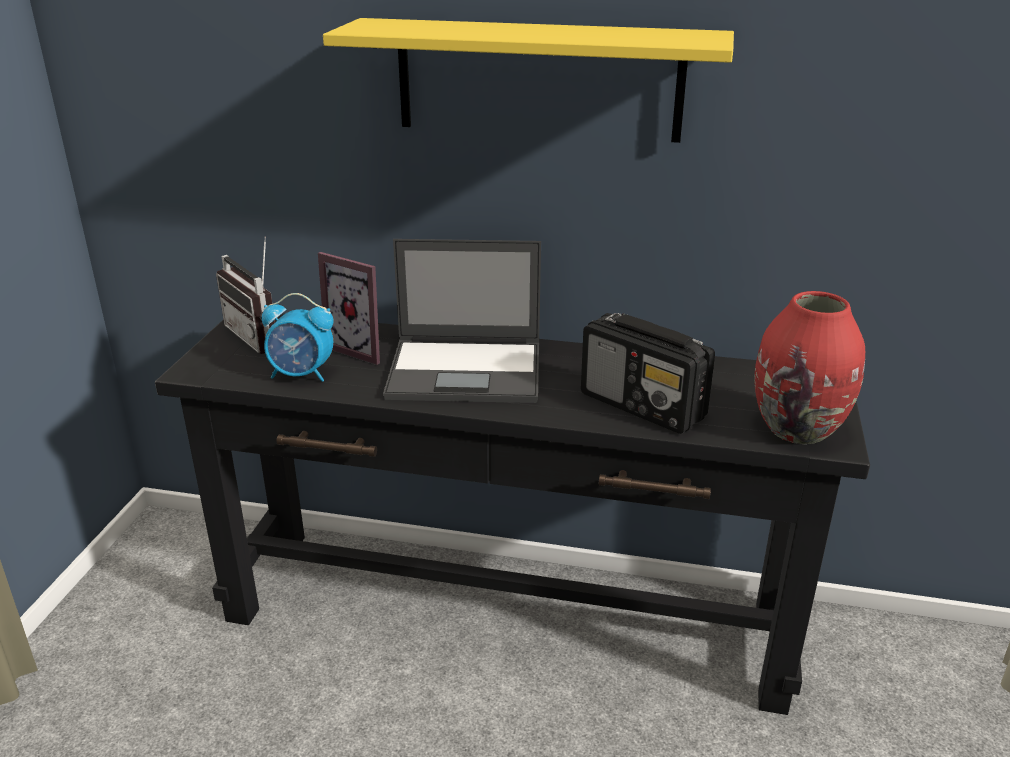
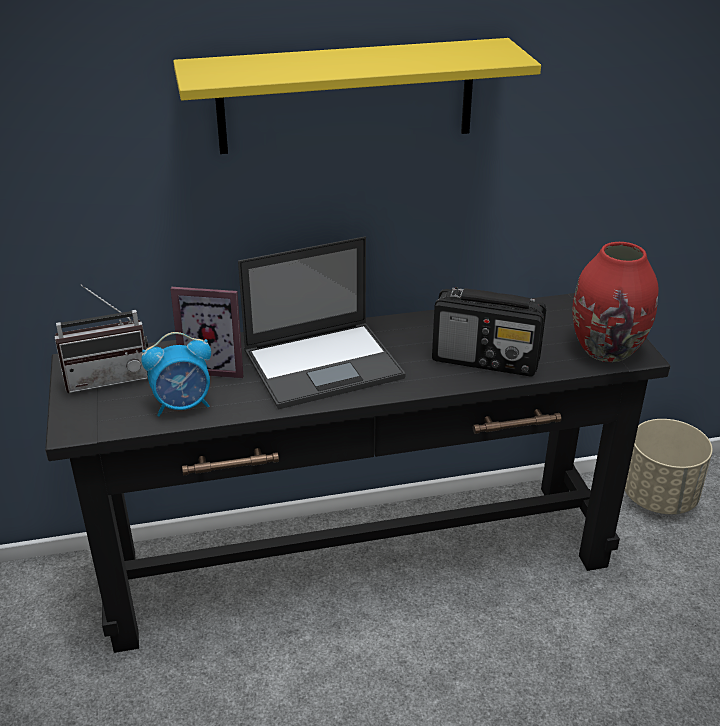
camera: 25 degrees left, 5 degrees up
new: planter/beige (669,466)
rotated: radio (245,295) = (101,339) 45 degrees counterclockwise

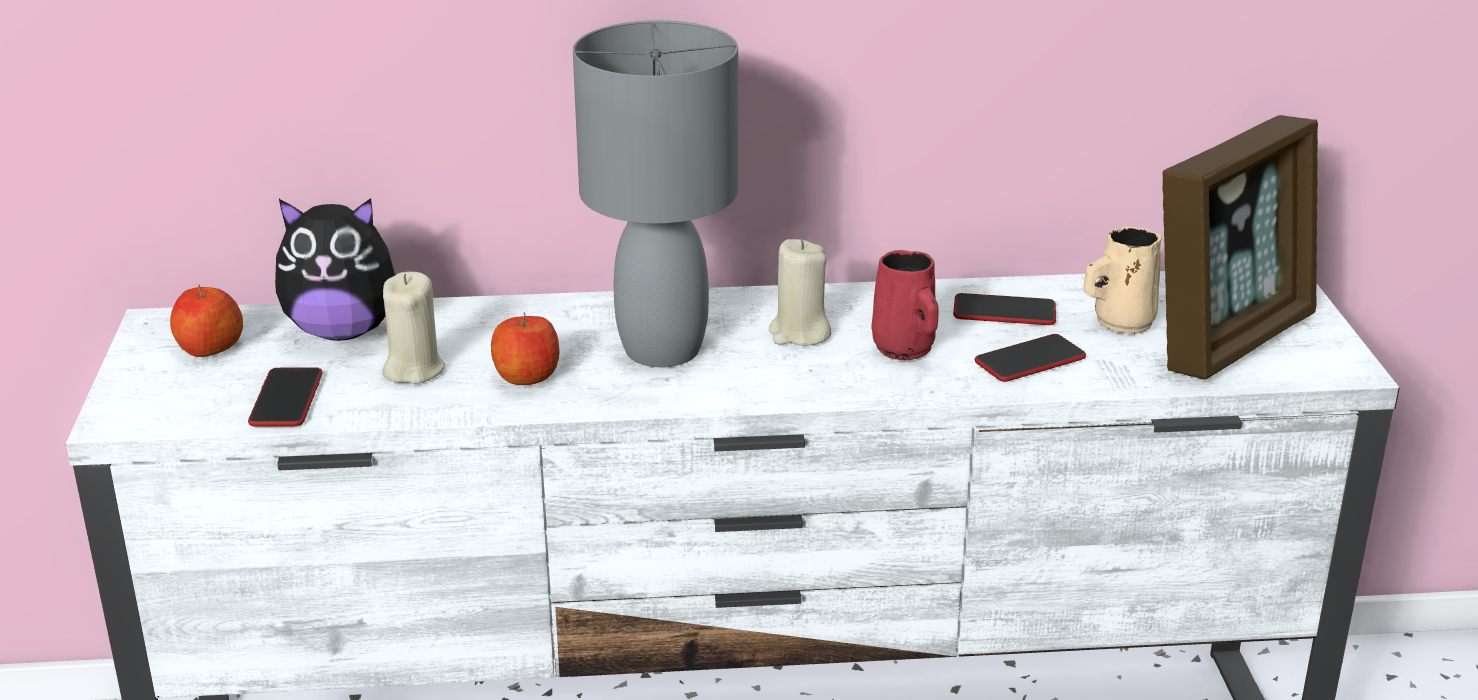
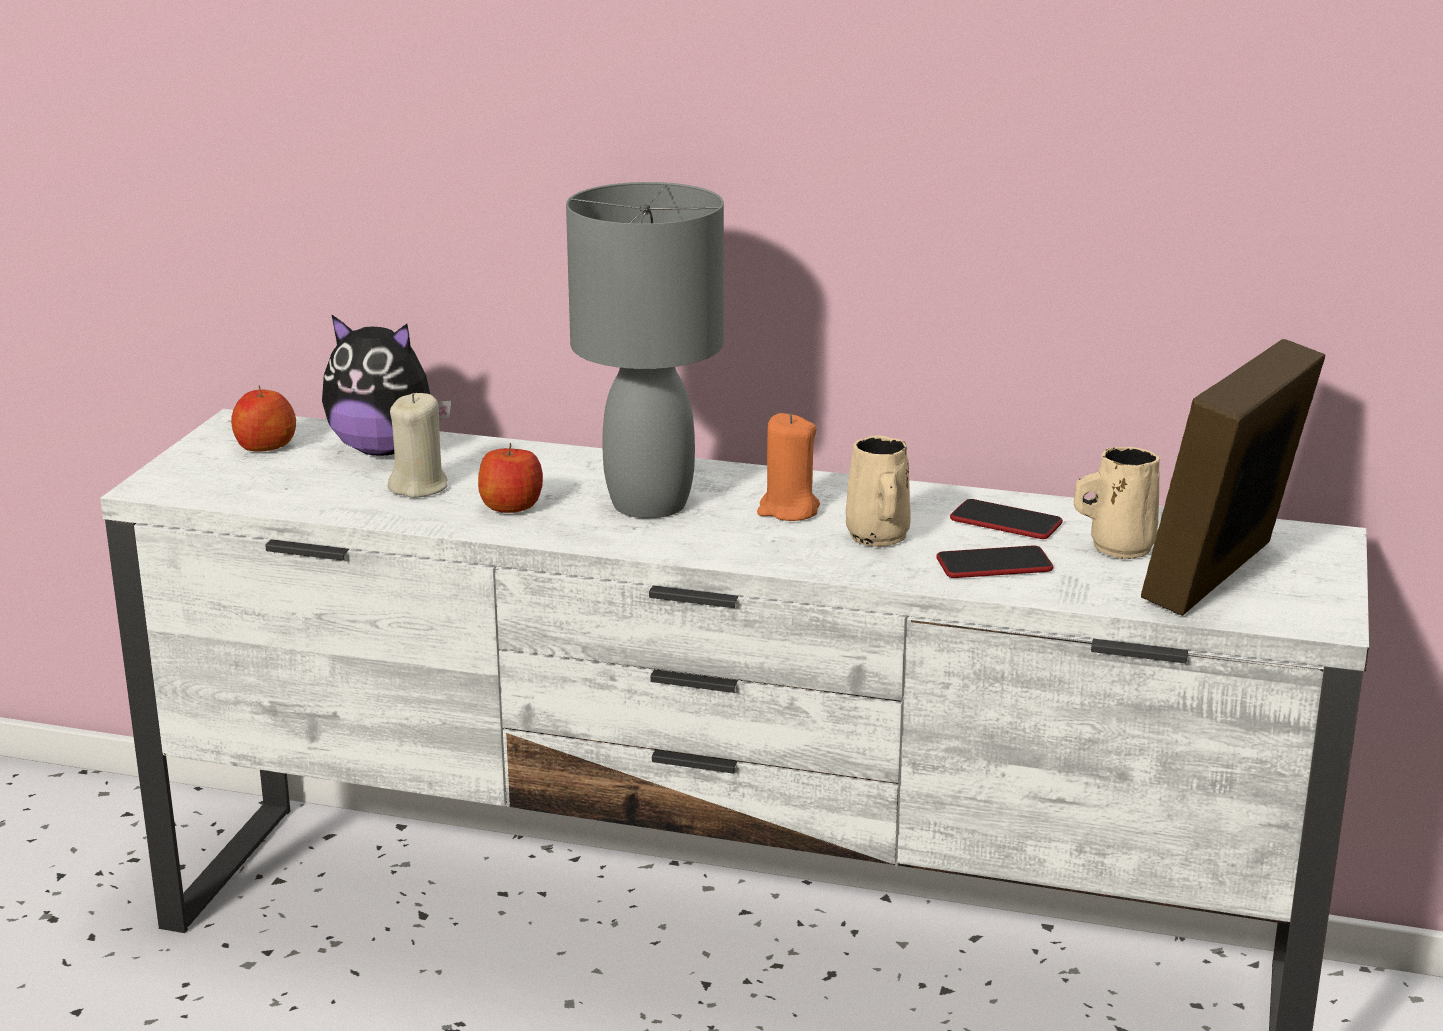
camera: 20 degrees right, 5 degrees down
gone: phone (285,397)
repainted: candle/beige (800,292) to candle/orange (788,467); mug/red (905,305) to mug/beige (878,491)
rotated: picture frame (1240,247) = (1233,477) 150 degrees clockwise

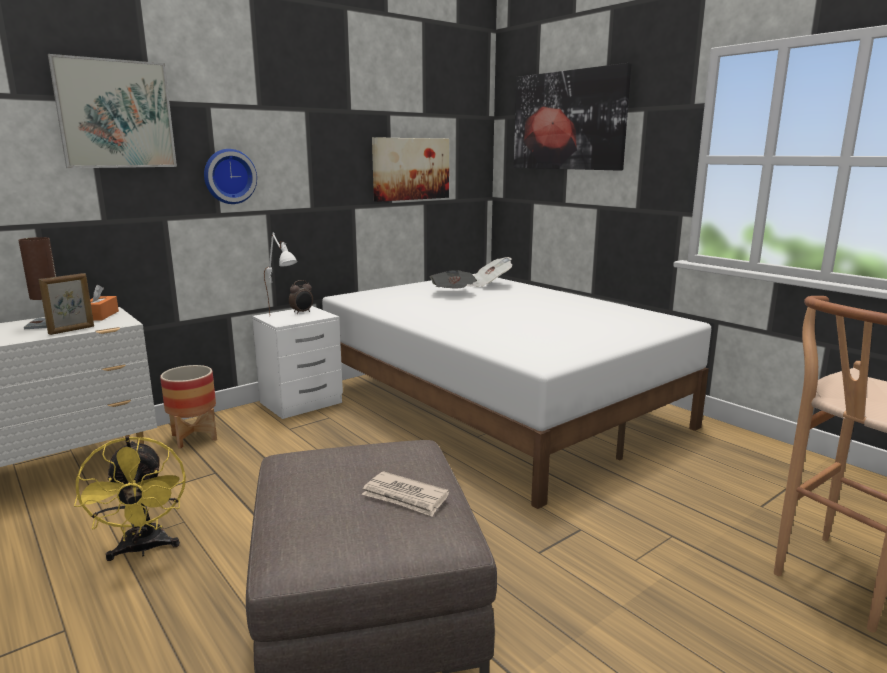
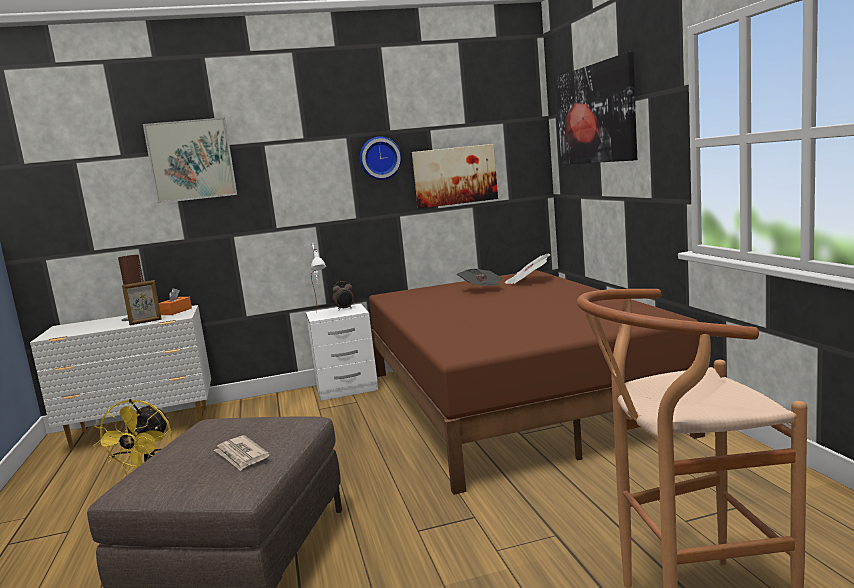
camera: 25 degrees right, 5 degrees down
gone: planter (188,407)
shifted: wall clock (230,176) to (381,158)
repainted: bed/white (516,391) to bed/brown (537,382)

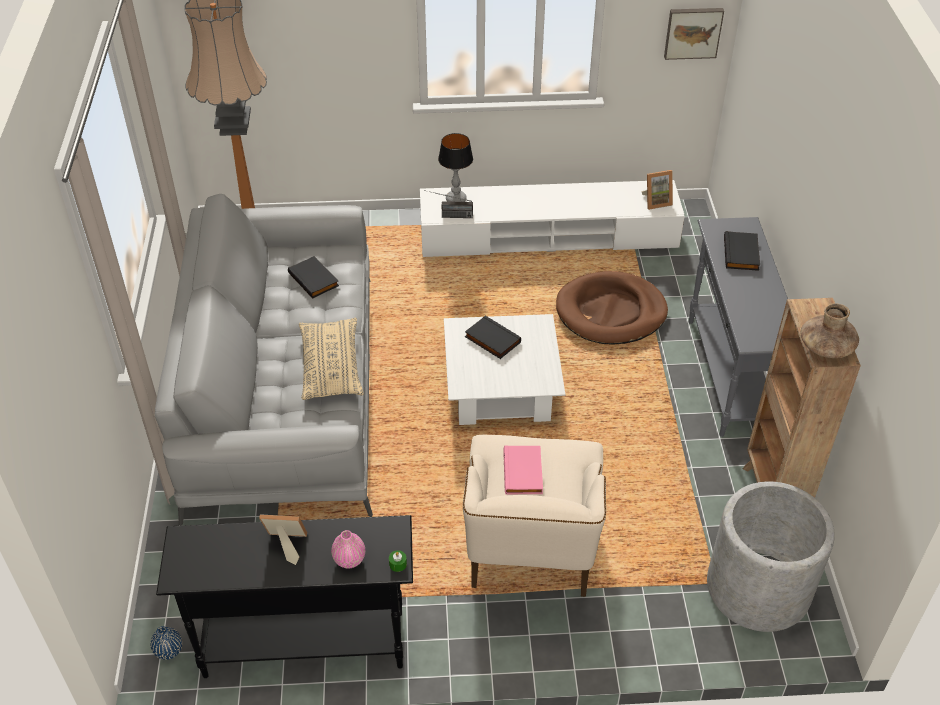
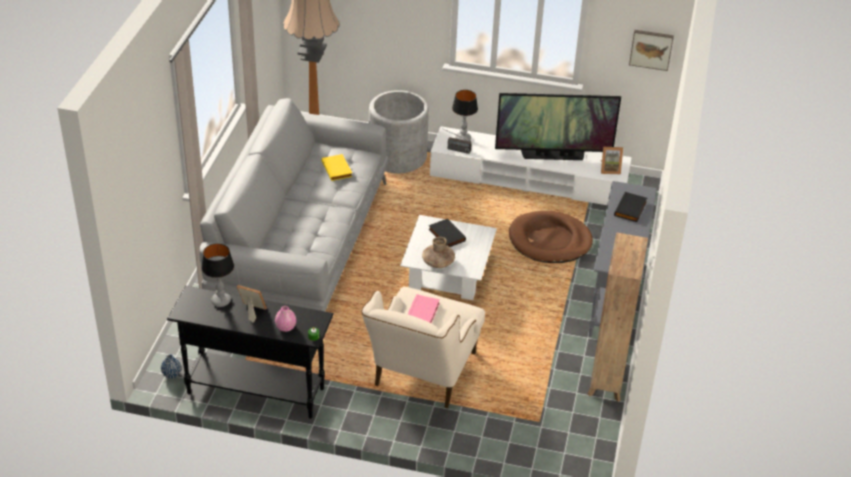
camera: 15 degrees right, 5 degrees down
gone: pillow/beige (331,358)
new: table lamp (217,275); television (558,126)
shifted: planter/grey (771,556) to (399,131); vase/brown (830,331) to (438,252)
repainted: book/black (313,277) to book/yellow (337,167)

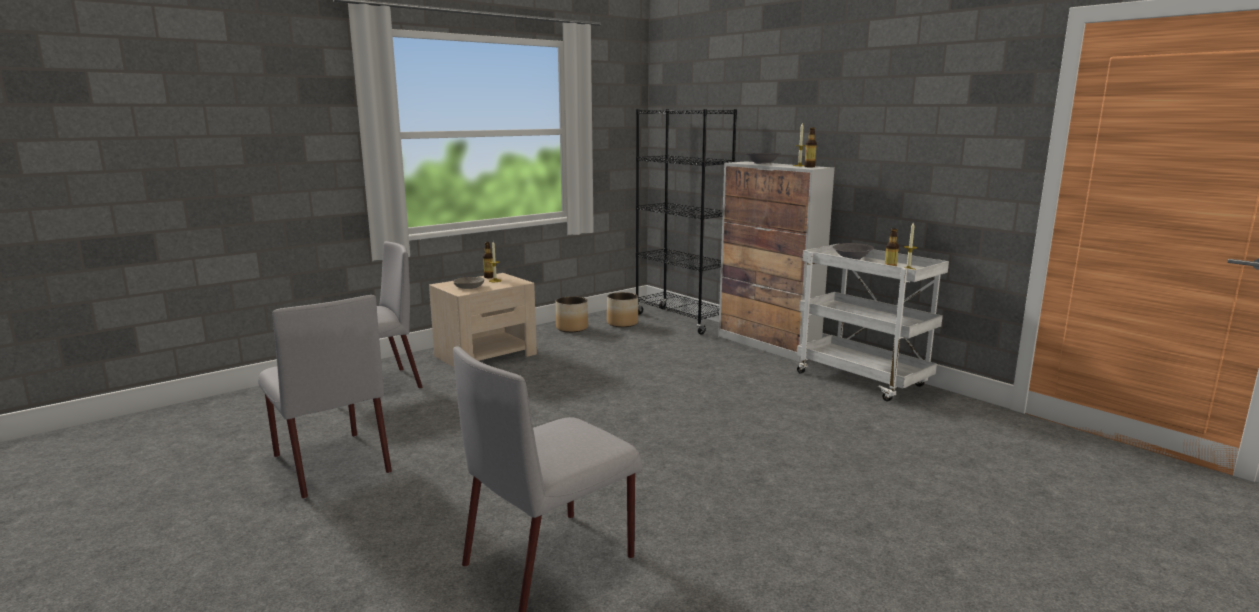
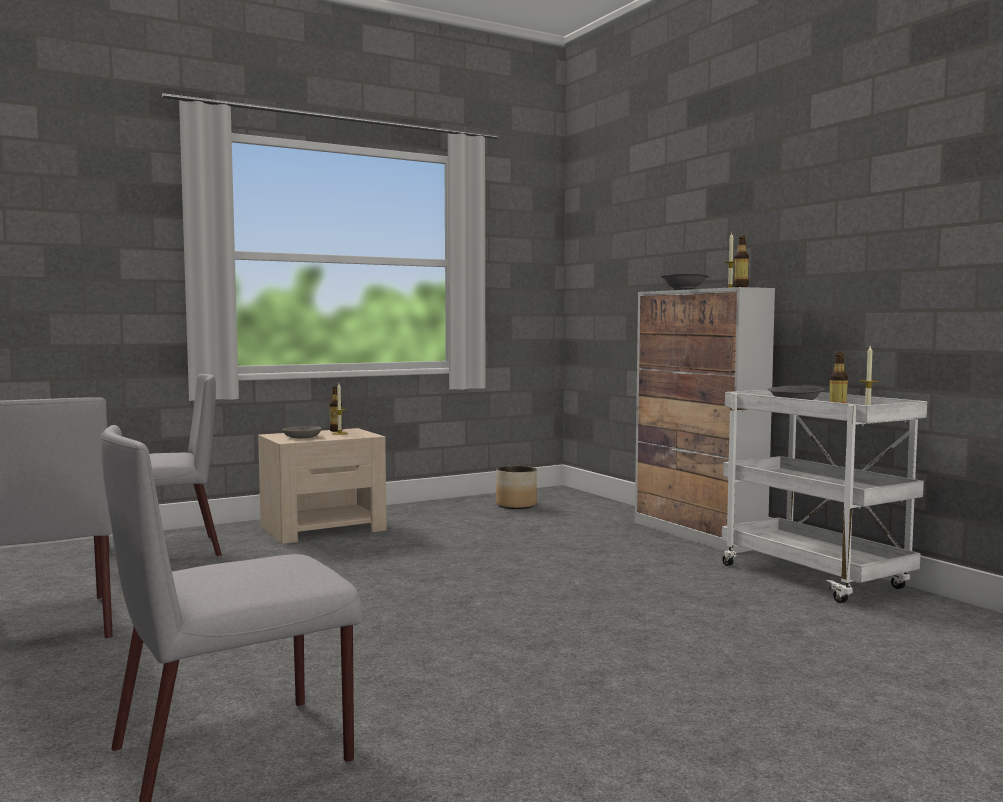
camera: 10 degrees right, 10 degrees down
gone: planter (572,314); bookcase/black (686,222)

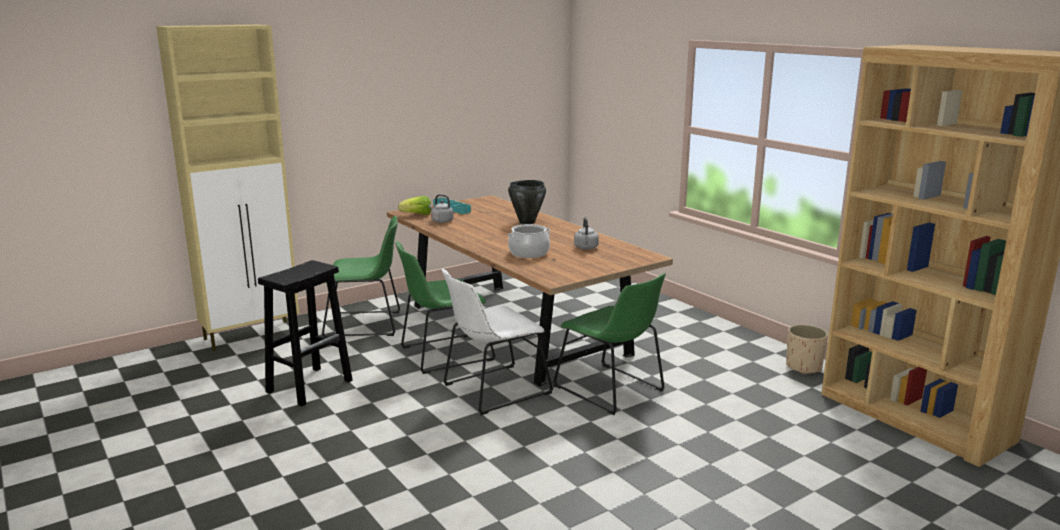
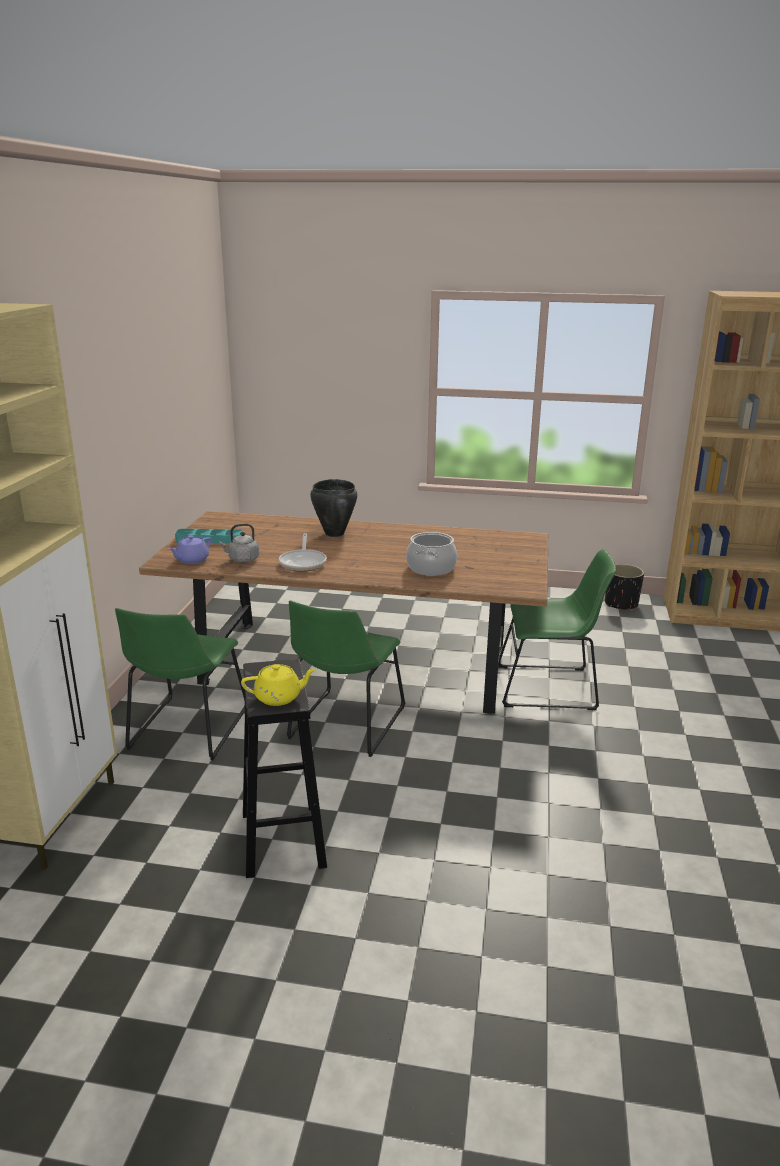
camera: 45 degrees left, 5 degrees up
gone: chair/white (497,341); kettle/grey (586,233)
new: teapot/yellow (278,685); frying pan (303,552)
swapped: lettuce (414,205) to teapot/purple (190,549)
repainted: planter/beige (807,349) to planter/black (624,587)
rotated: chair/green (361,277) = (180,684) 150 degrees clockwise

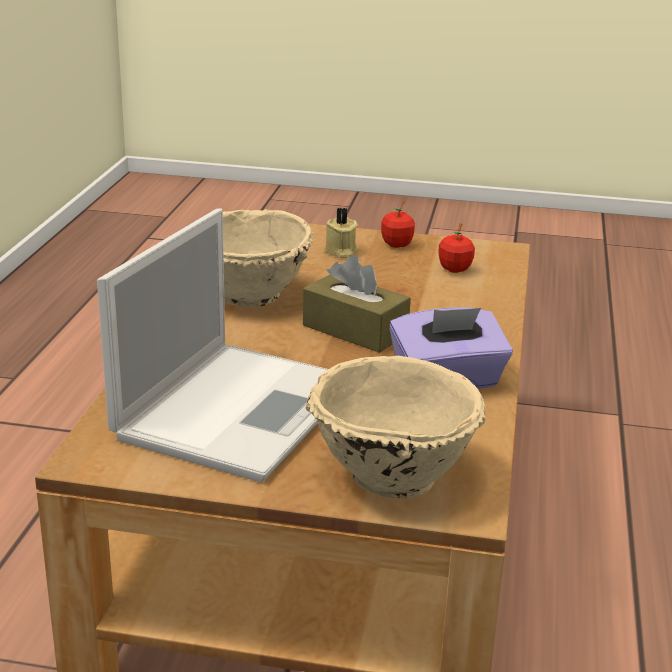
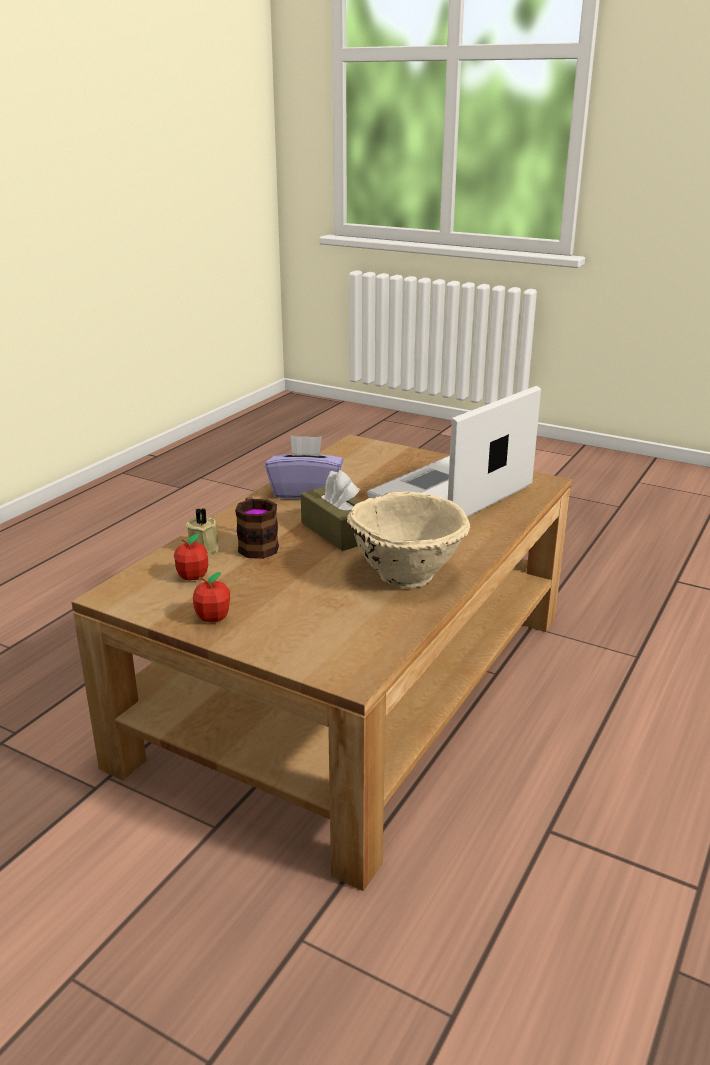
camera: 160 degrees left, 0 degrees up
gone: bowl/beige (396,427)
new: mug (257,528)
shifted: candle/beige (341,232) to (203,531)

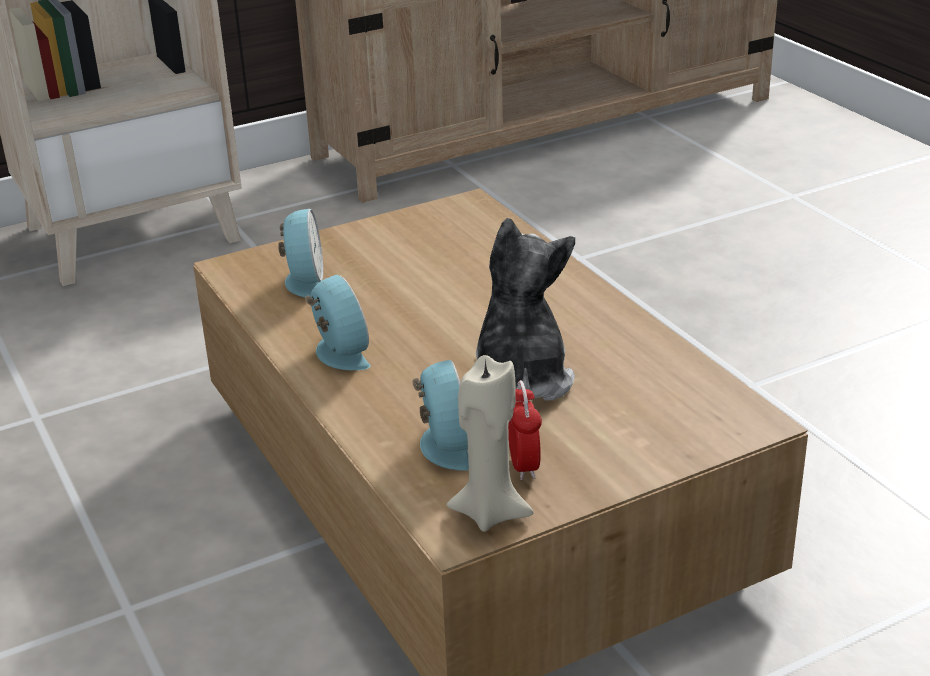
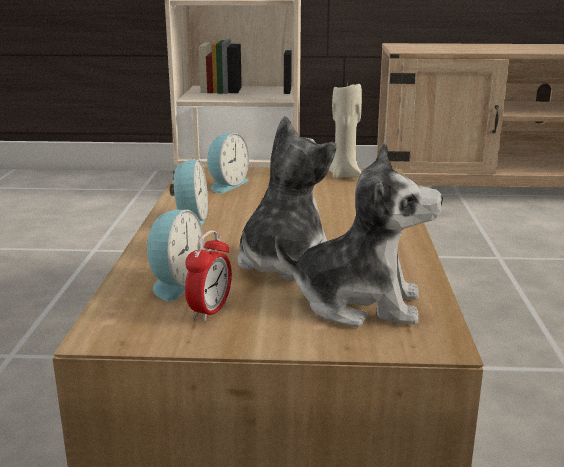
camera: 30 degrees right, 10 degrees down
new: plush toy (359,234)
shifted: candle/beige (490,443) to (345,129)

